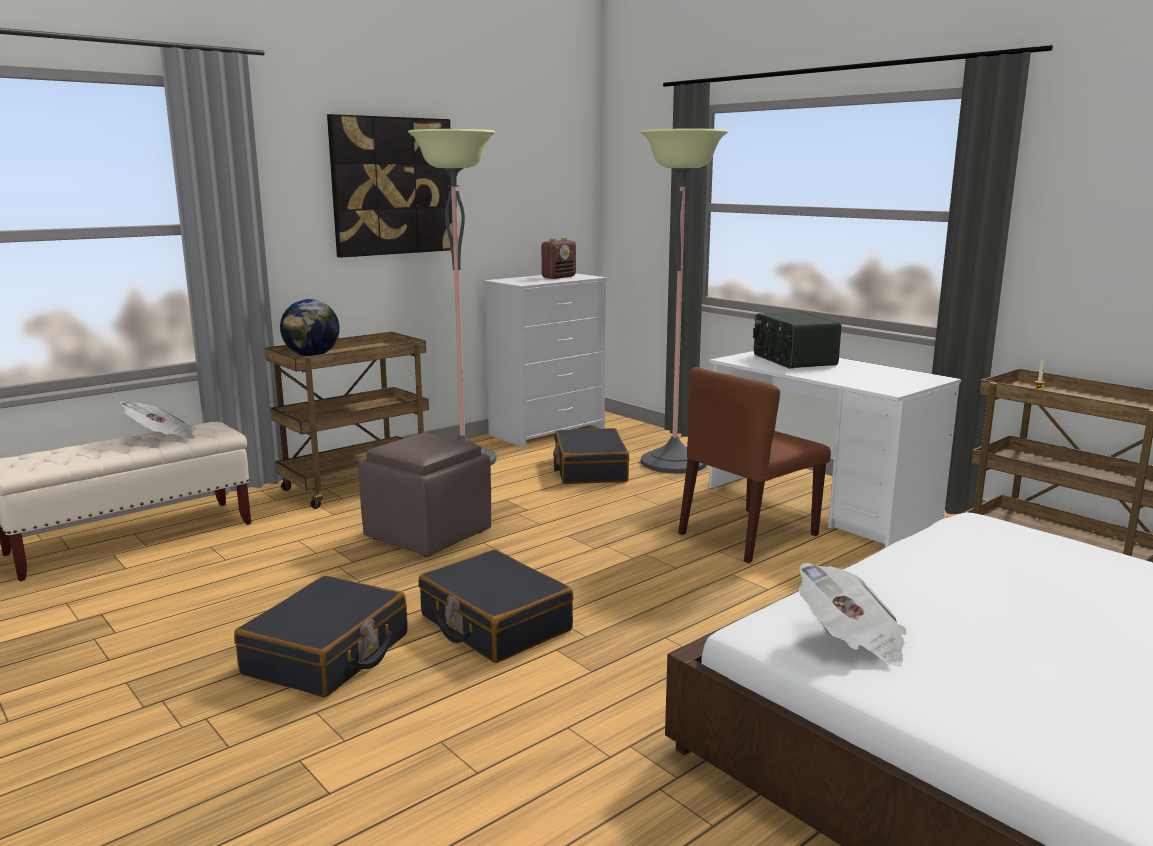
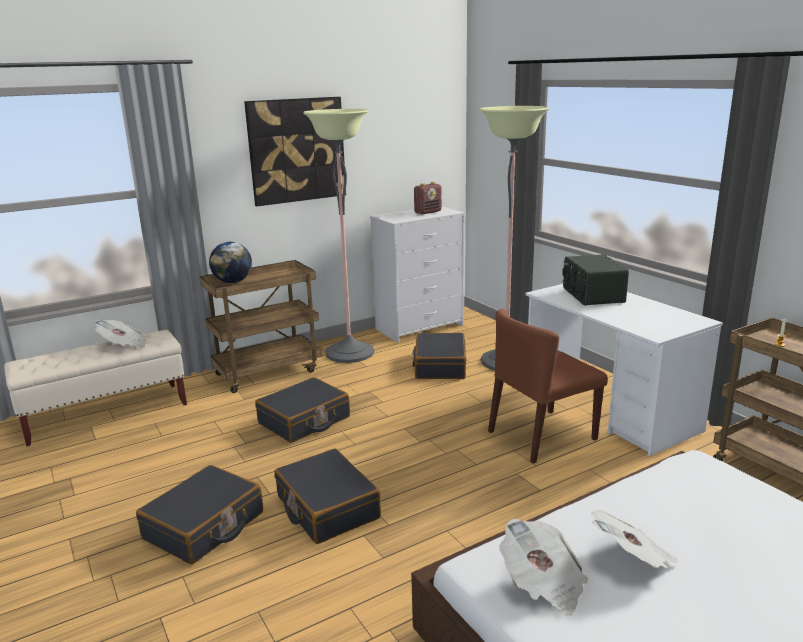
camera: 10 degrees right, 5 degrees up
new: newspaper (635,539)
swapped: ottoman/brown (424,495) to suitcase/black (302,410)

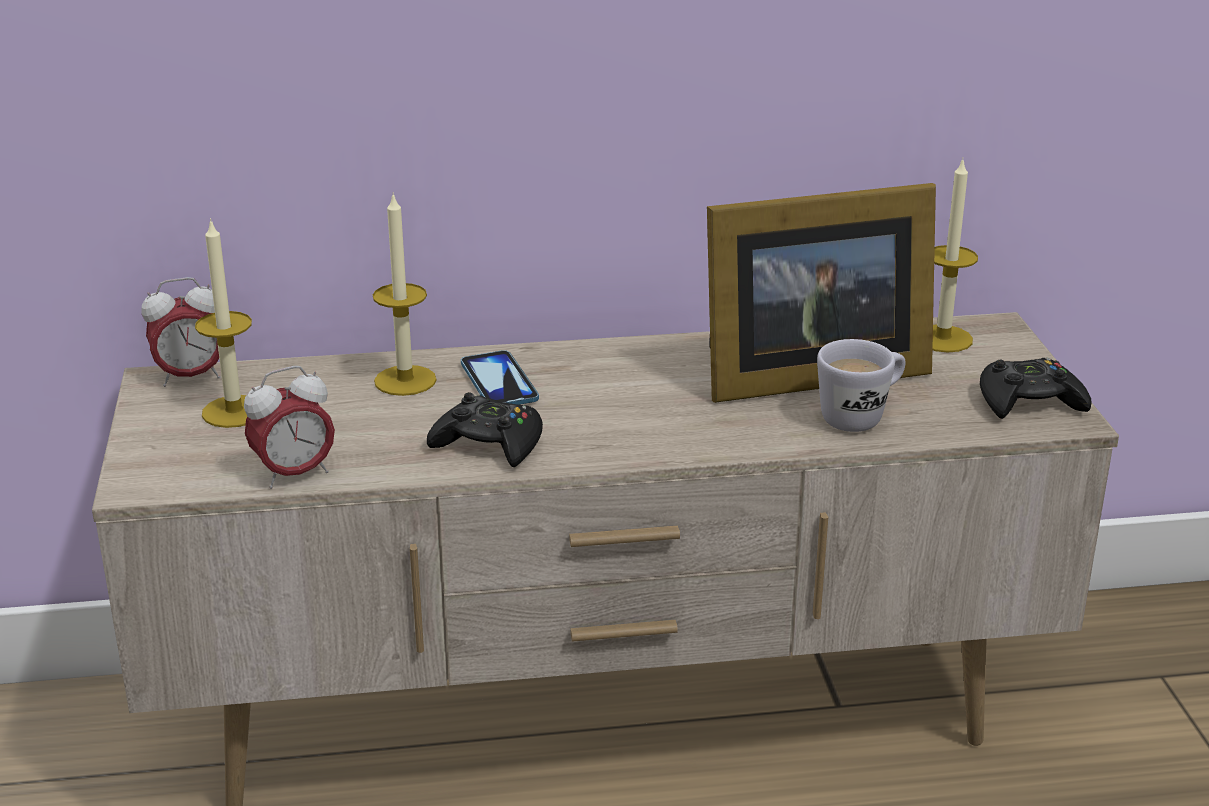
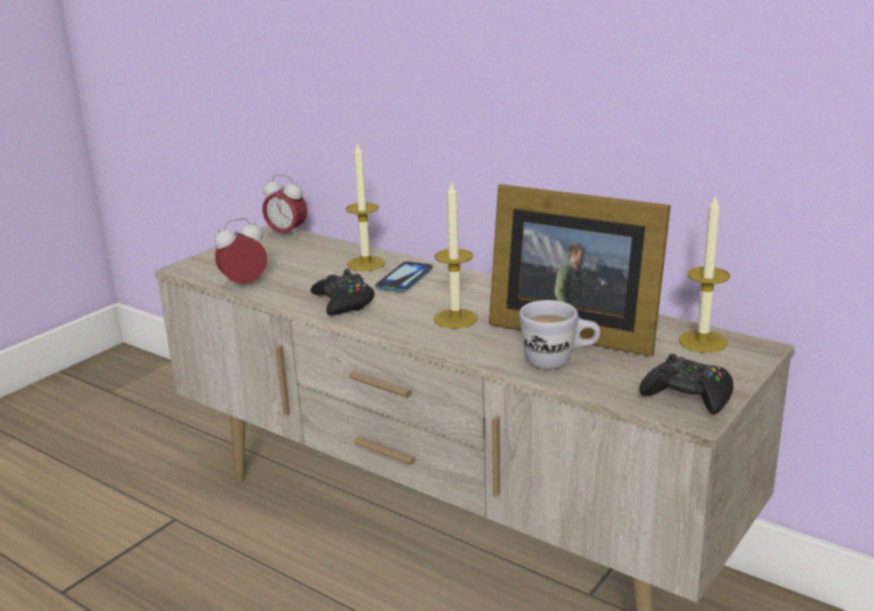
camera: 45 degrees right, 5 degrees down
shifted: candle (223,323) to (456,254)
rotated: alarm clock (289,427) = (240,252) 135 degrees clockwise

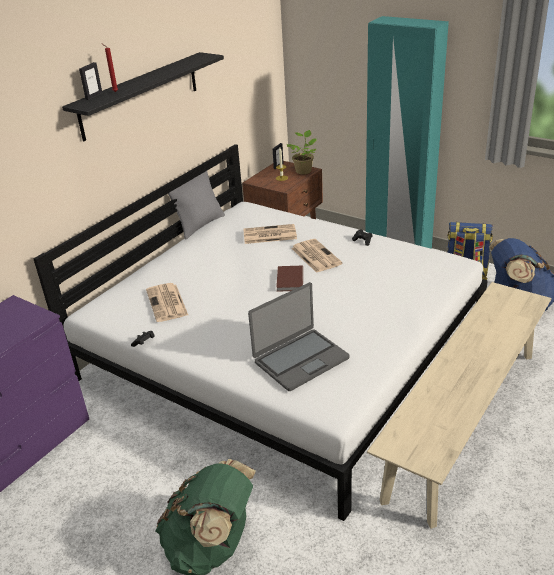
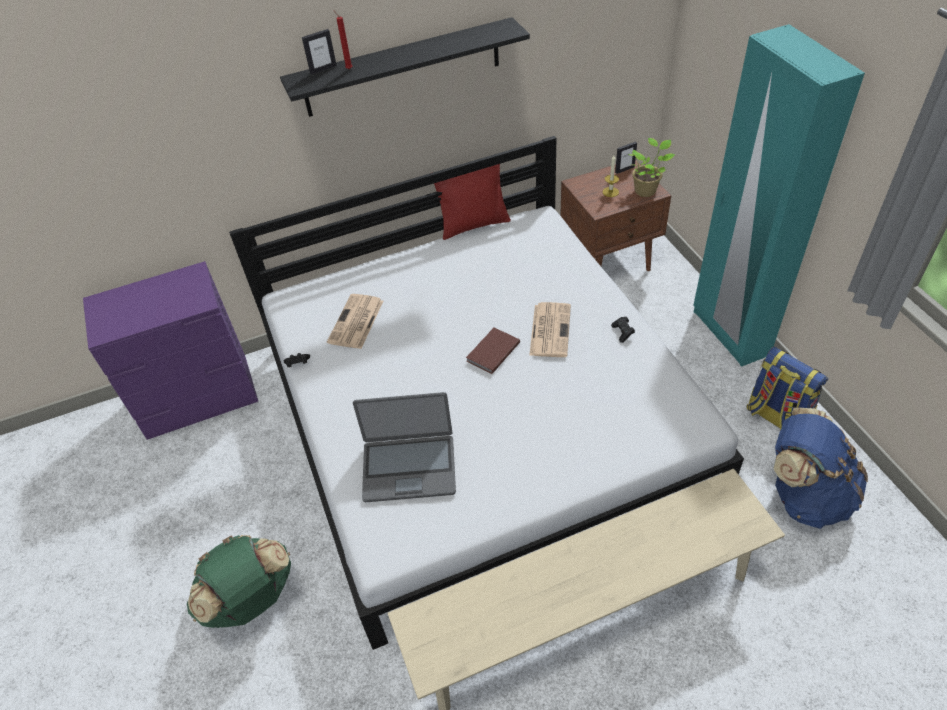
camera: 35 degrees right, 15 degrees up
gone: newspaper (270,234)
repainted: pillow/grey (196,205) to pillow/red (471,202)

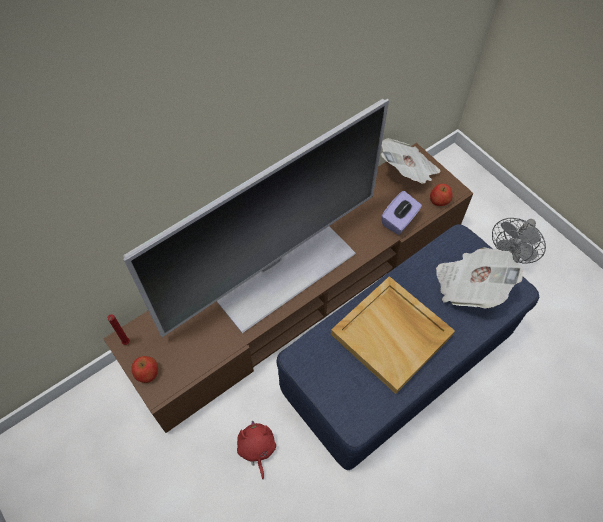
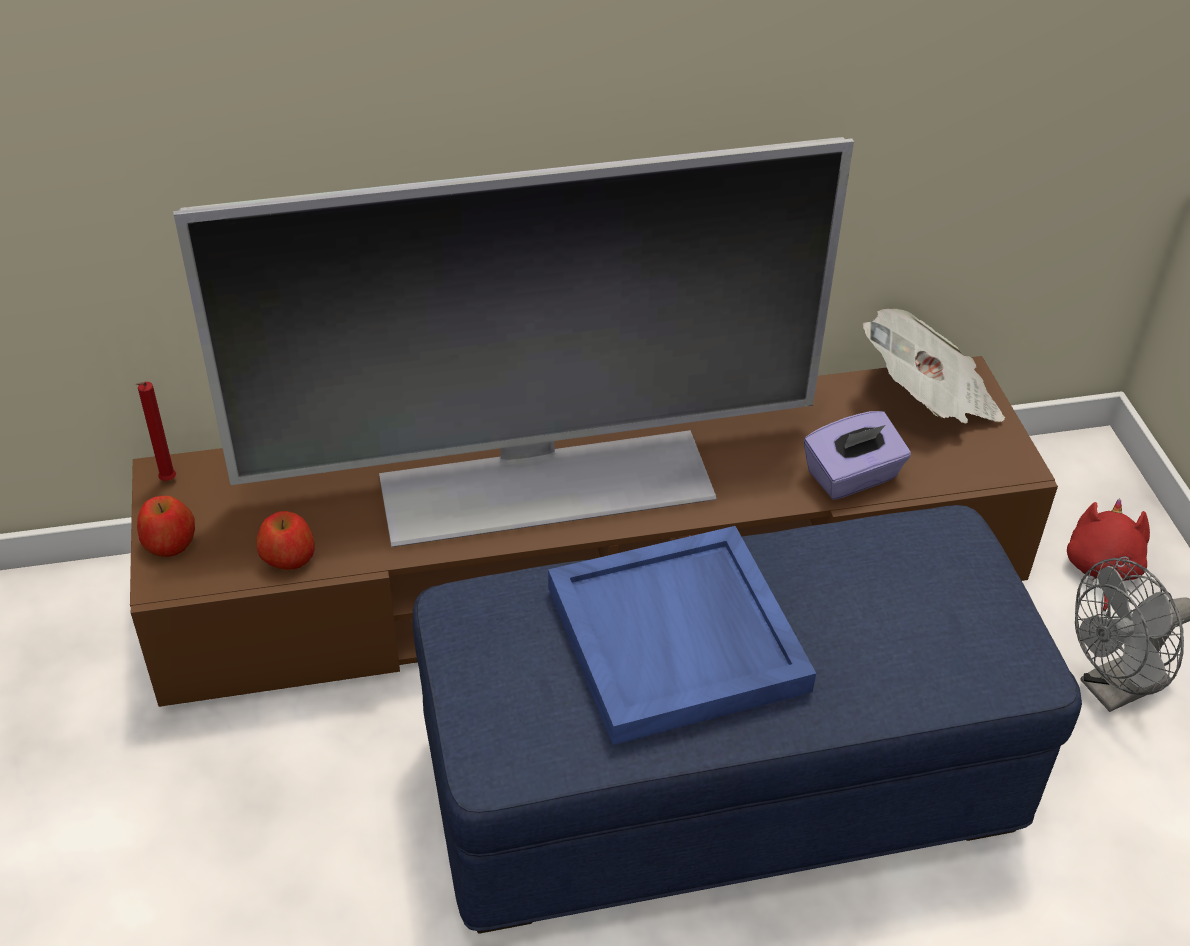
camera: 25 degrees right, 15 degrees down
gone: newspaper (479,278)
shifted: plush toy/red (256,450) to (1108,555); apple (441,195) to (285,540)
repainted: tray/beige (393,335) to tray/blue (682,635)

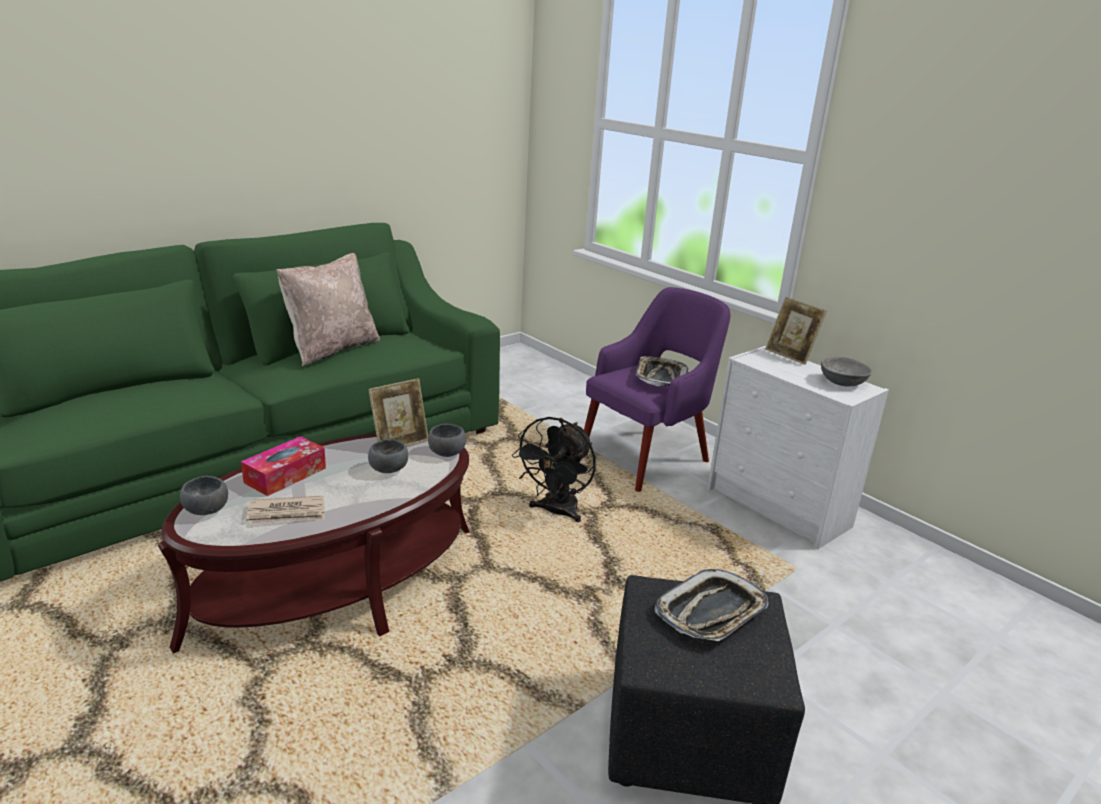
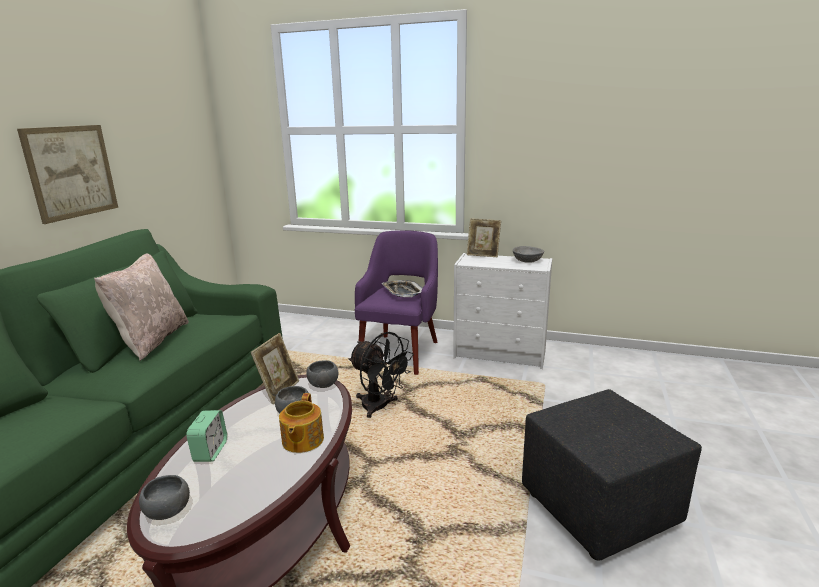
camera: 30 degrees left, 5 degrees down
gone: newspaper (285,510); tray (712,605)
new: picture (67,174); teapot (301,423)
swapped: tissue box (283,466) to alarm clock (206,436)
rotated: fan/black (554,469) = (381,375) 45 degrees counterclockwise

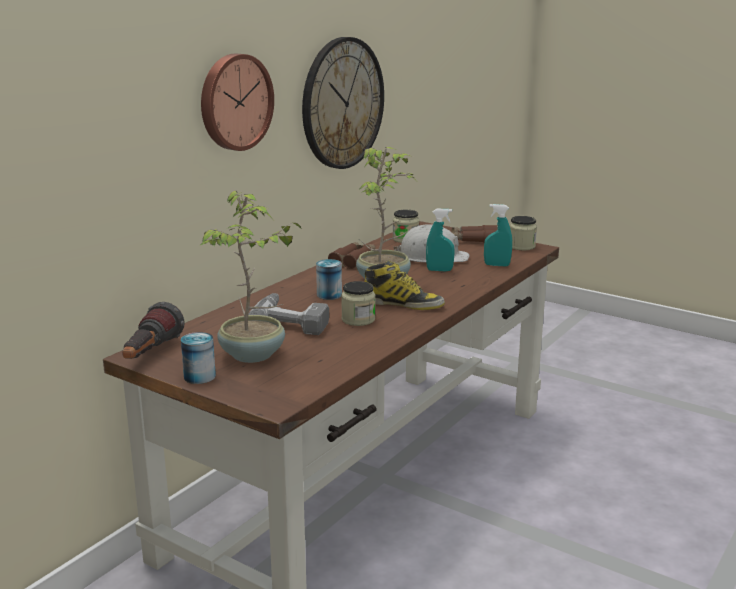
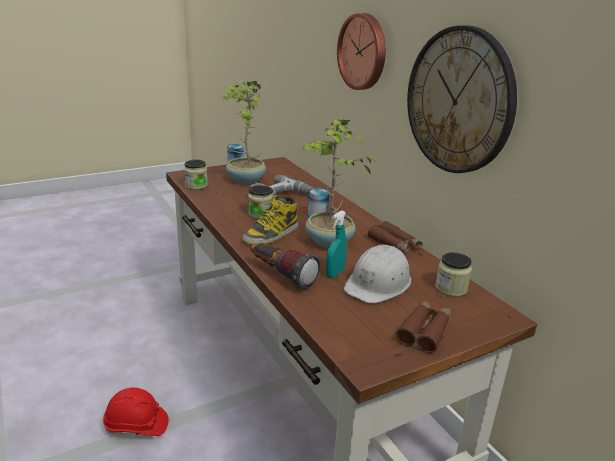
camera: 115 degrees right, 5 degrees up
gone: spray bottle/turquoise (498,235)
new: hard hat/red (136,411)
shifted: flashlight (153,330) to (285,266); jar (523,233) to (196,175)

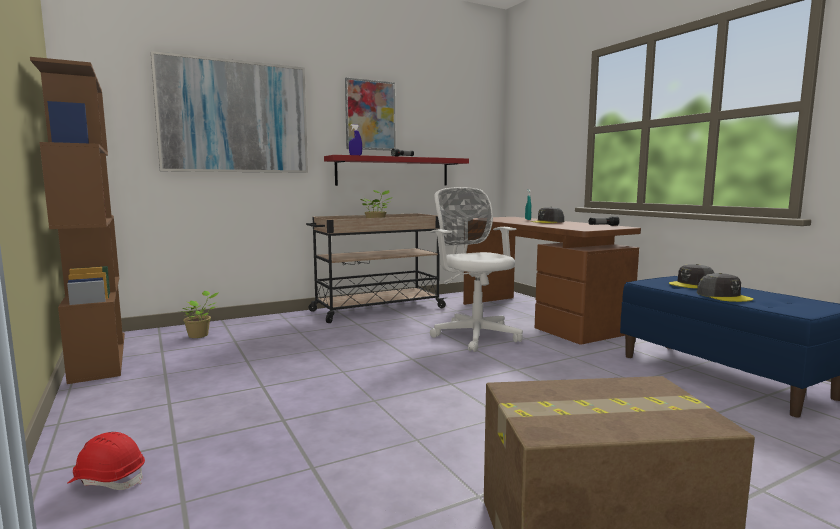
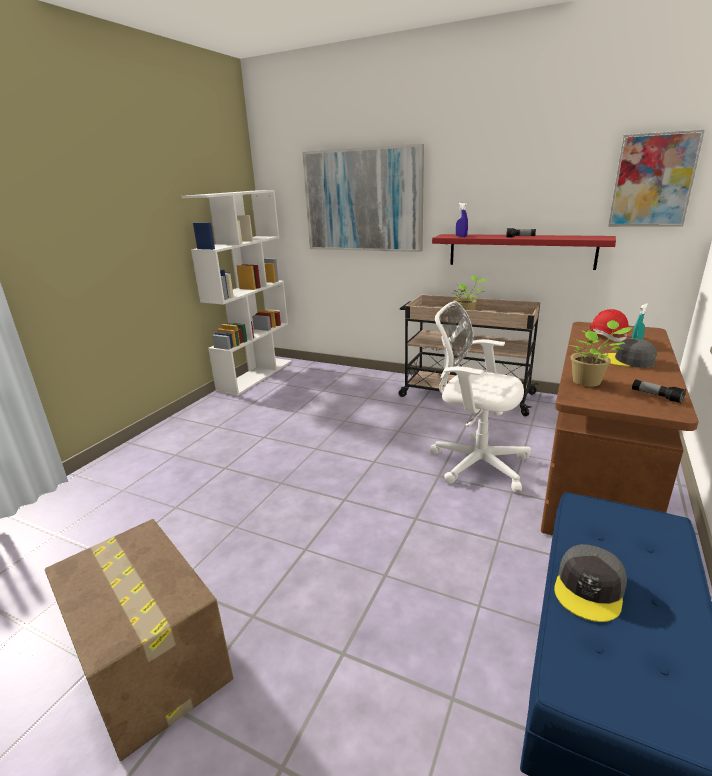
camera: 55 degrees right, 15 degrees up
gone: cap/grey (691,276)
shifted: hard hat/red (106,461) to (608,325); potted plant (199,314) to (600,353); picture (370,114) to (656,178)
repainted: bookcase/brown (77,220) to bookcase/white (237,293)
rotated: office chair/white (476,269) = (480,396) 90 degrees counterclockwise

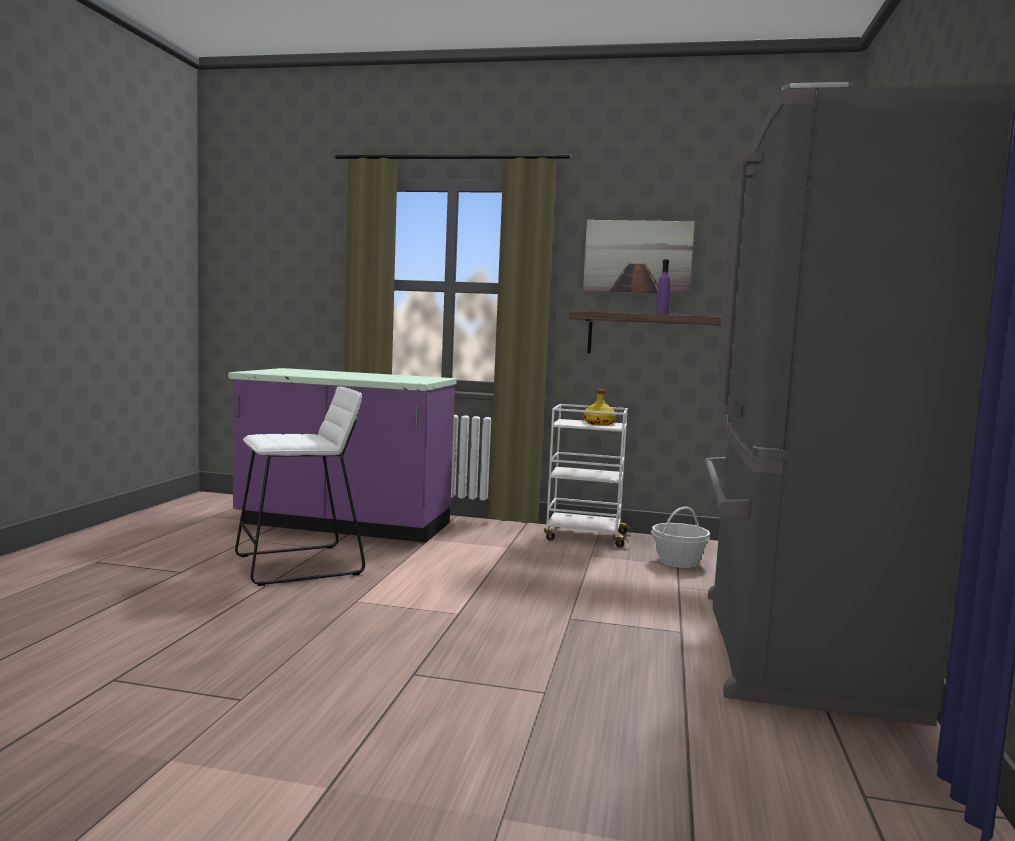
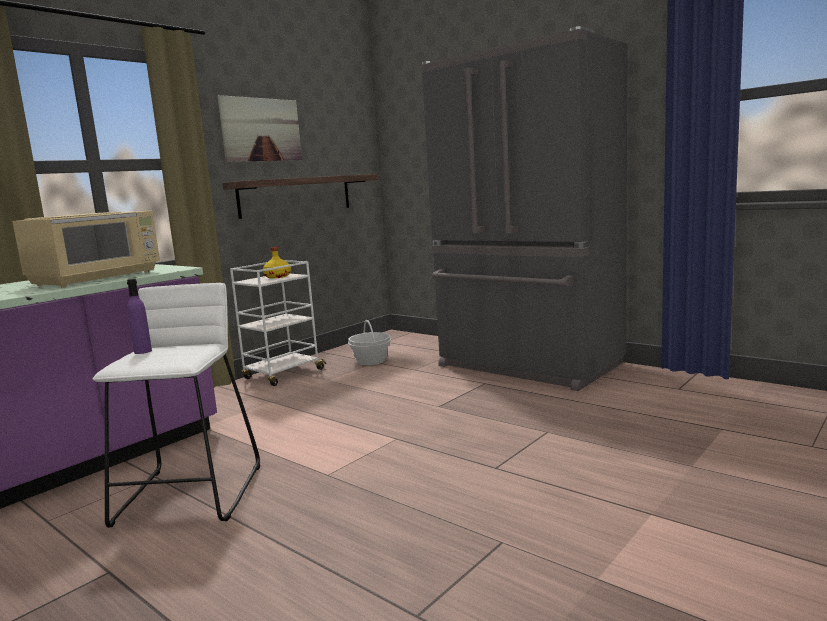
camera: 60 degrees left, 5 degrees up
new: microwave/beige (86,249)
shifted: bottle/purple (663,287) to (139,316)

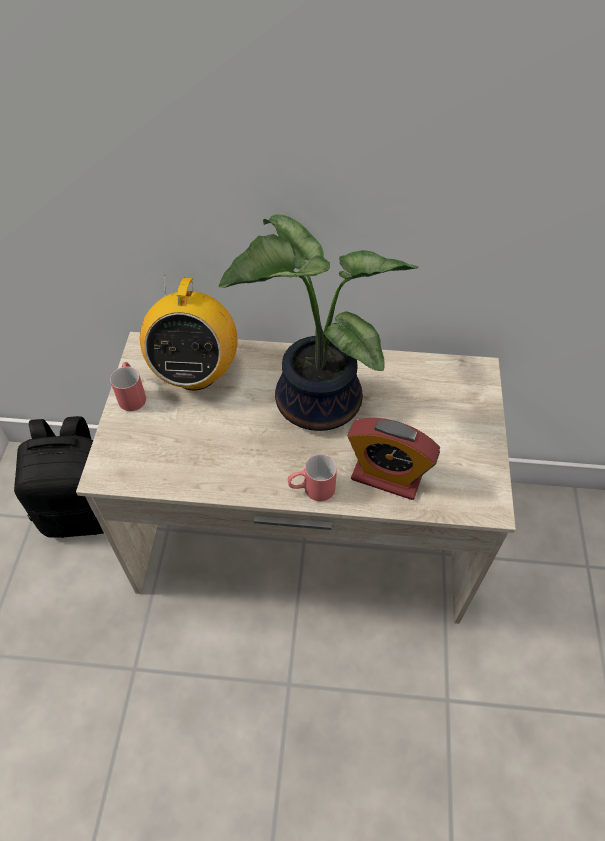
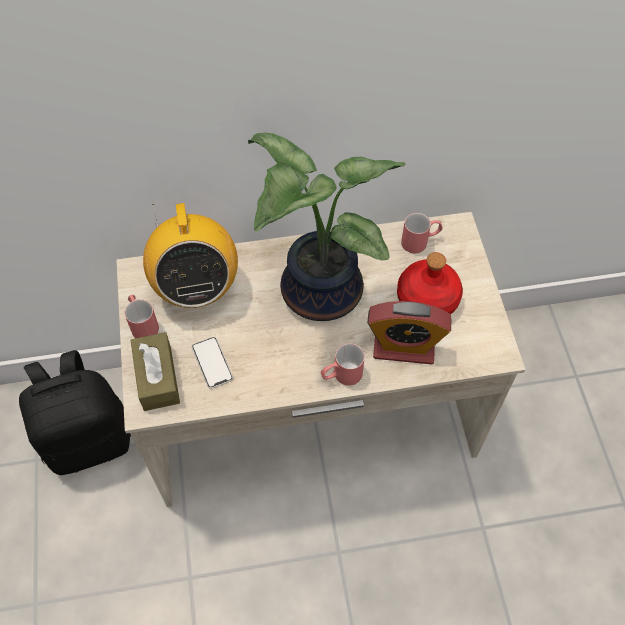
camera: 15 degrees left, 5 degrees up
new: tissue box/brown (155,371); phone (212,363); bottle/red (430,283); mug/red (421,233)

